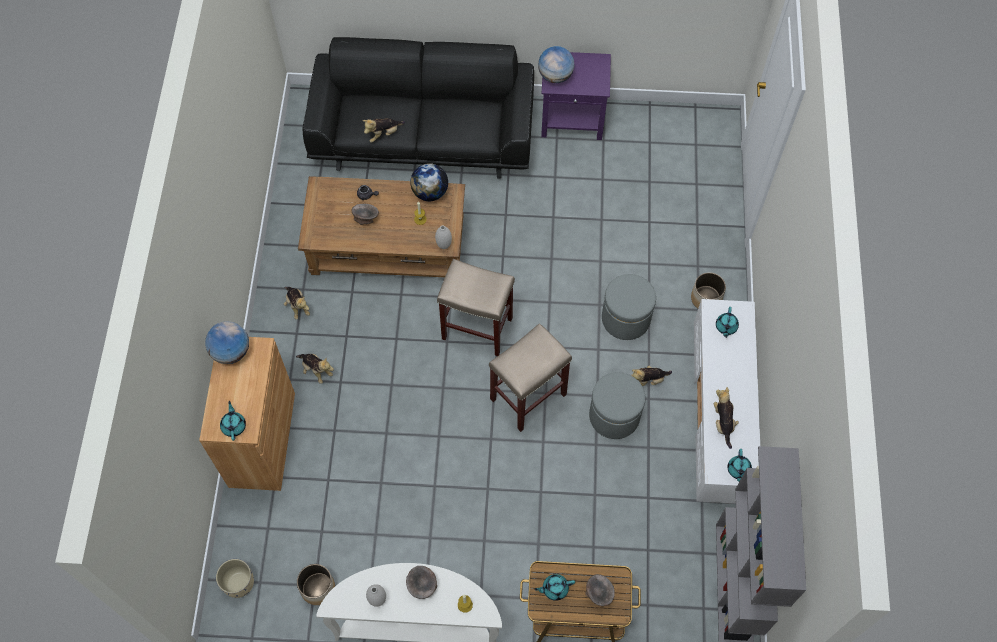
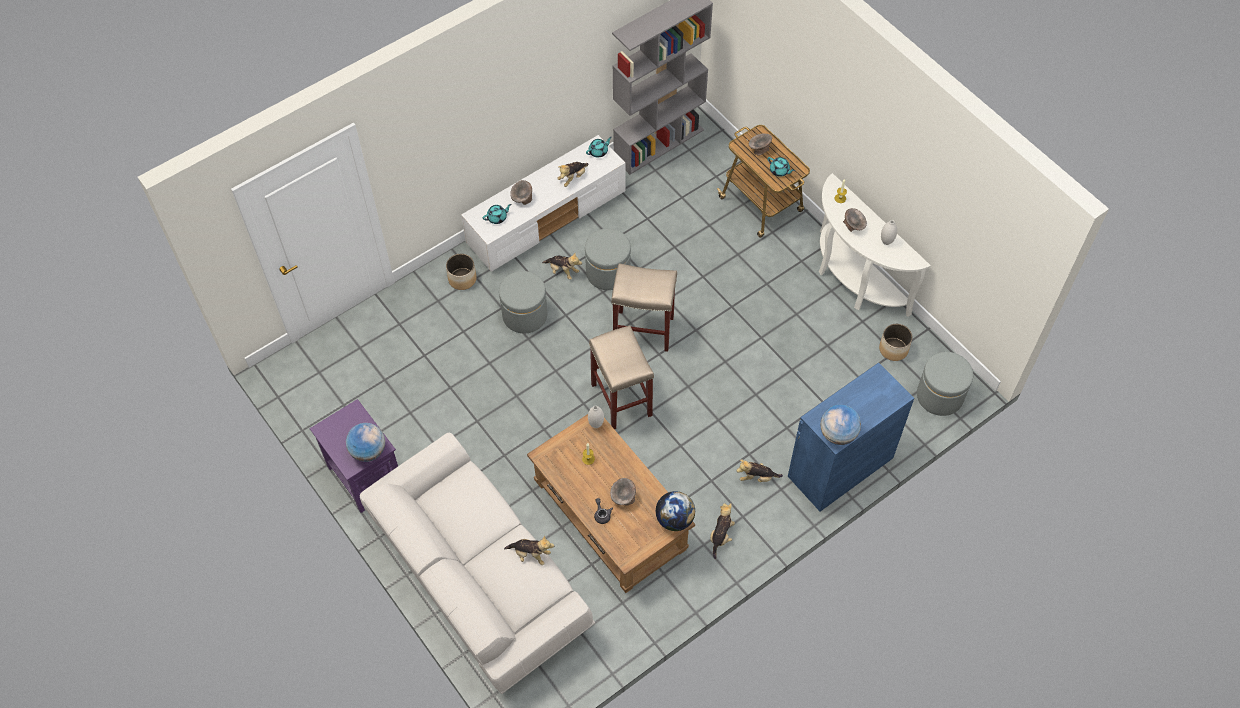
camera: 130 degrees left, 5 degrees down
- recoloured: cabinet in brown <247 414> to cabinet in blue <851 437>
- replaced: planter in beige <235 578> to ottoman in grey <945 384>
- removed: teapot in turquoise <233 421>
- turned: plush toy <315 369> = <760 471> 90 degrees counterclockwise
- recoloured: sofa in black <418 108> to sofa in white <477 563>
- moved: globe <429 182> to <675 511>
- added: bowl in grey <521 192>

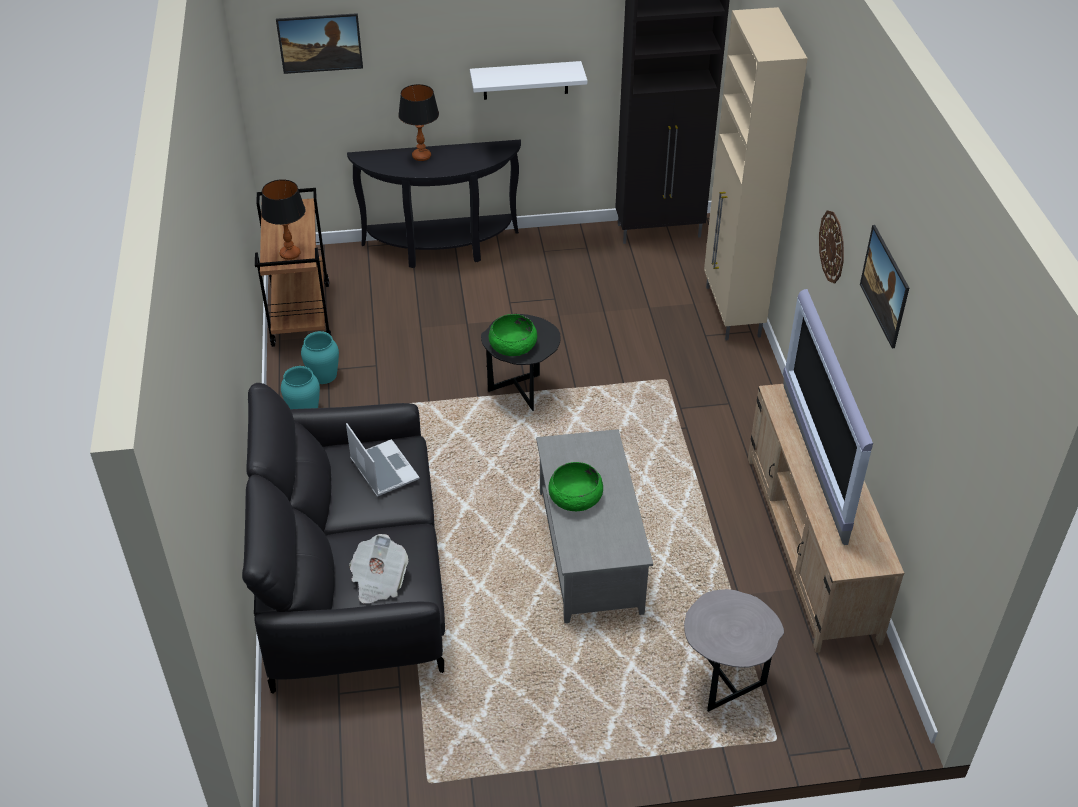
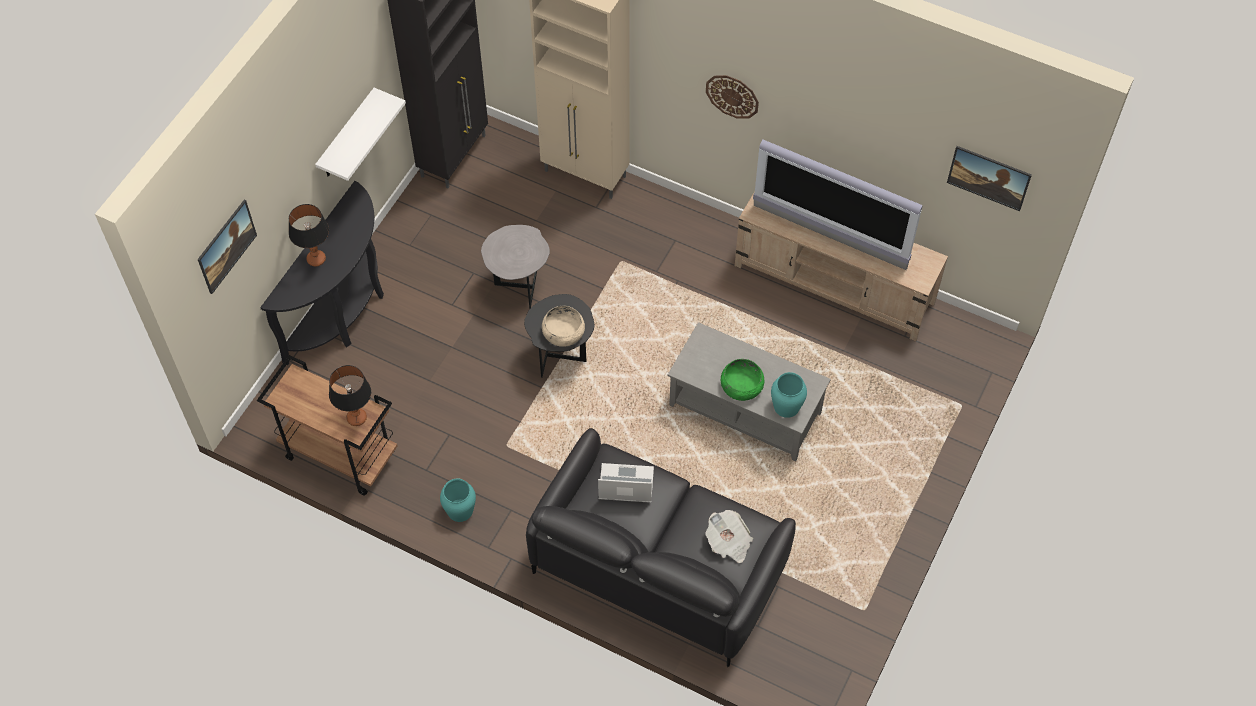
camera: 55 degrees left, 15 degrees up
- moved: vase in turquoise <320 357> to <789 395>
- recoloured: bowl in green <513 335> to bowl in beige <563 326>
- moved: side table in grey <734 650> to <515 267>
- moved: picture <884 286> to <989 178>

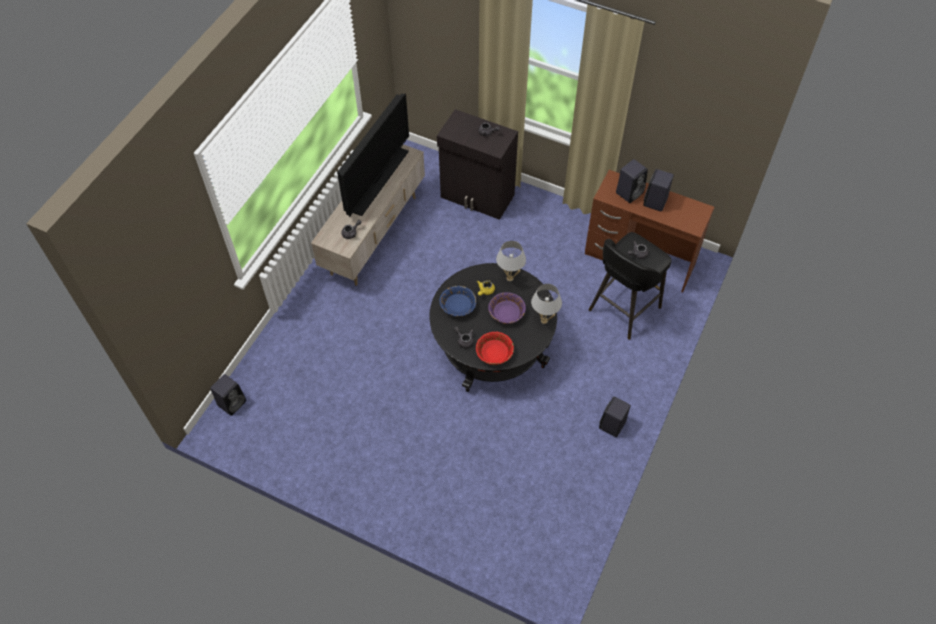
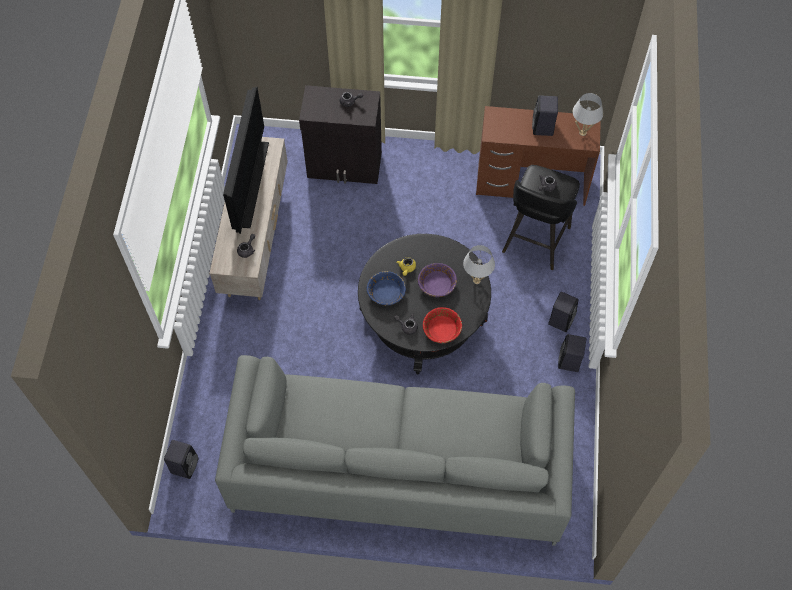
camera: 20 degrees left, 5 degrees up
- moved: table lamp in white <511 261> to <588 114>
- moved: speaker in black <632 181> to <563 312>
- added: sofa in grey <395 450>

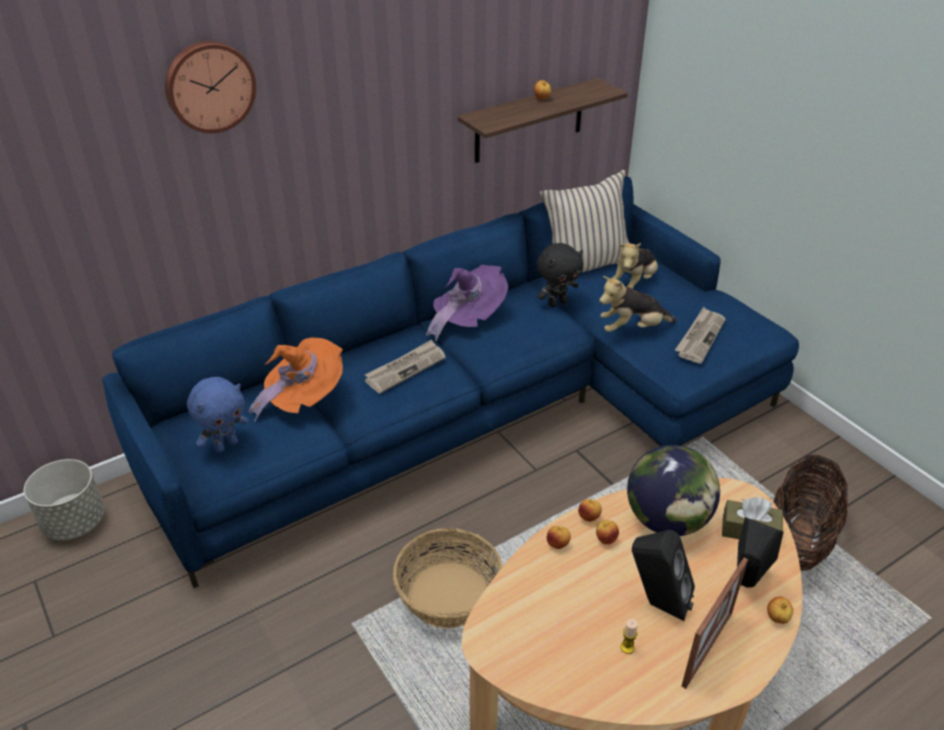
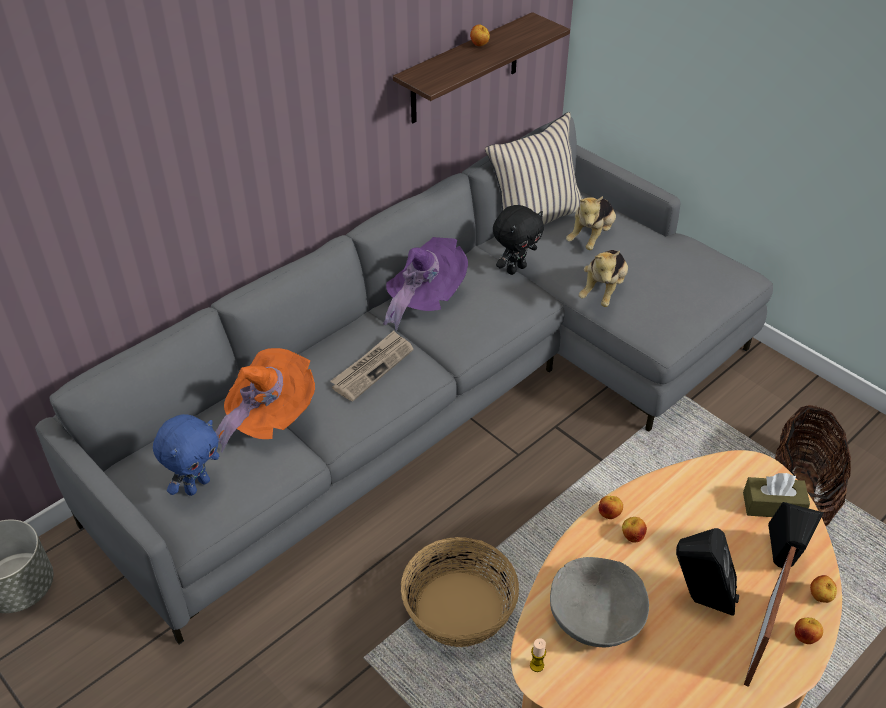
camera: 10 degrees left, 5 degrees up
- recoloured: sofa in blue <450 382> to sofa in grey <404 380>
- removed: wall clock <210 87>
- moved: apple <559 537> to <809 630>
- turned: plush toy <638 304> = <603 278> 45 degrees counterclockwise
- moved: candle <629 636> to <538 655>
- removed: globe <673 490>
- removed: newspaper <700 335>
- added: bowl in grey <599 602>

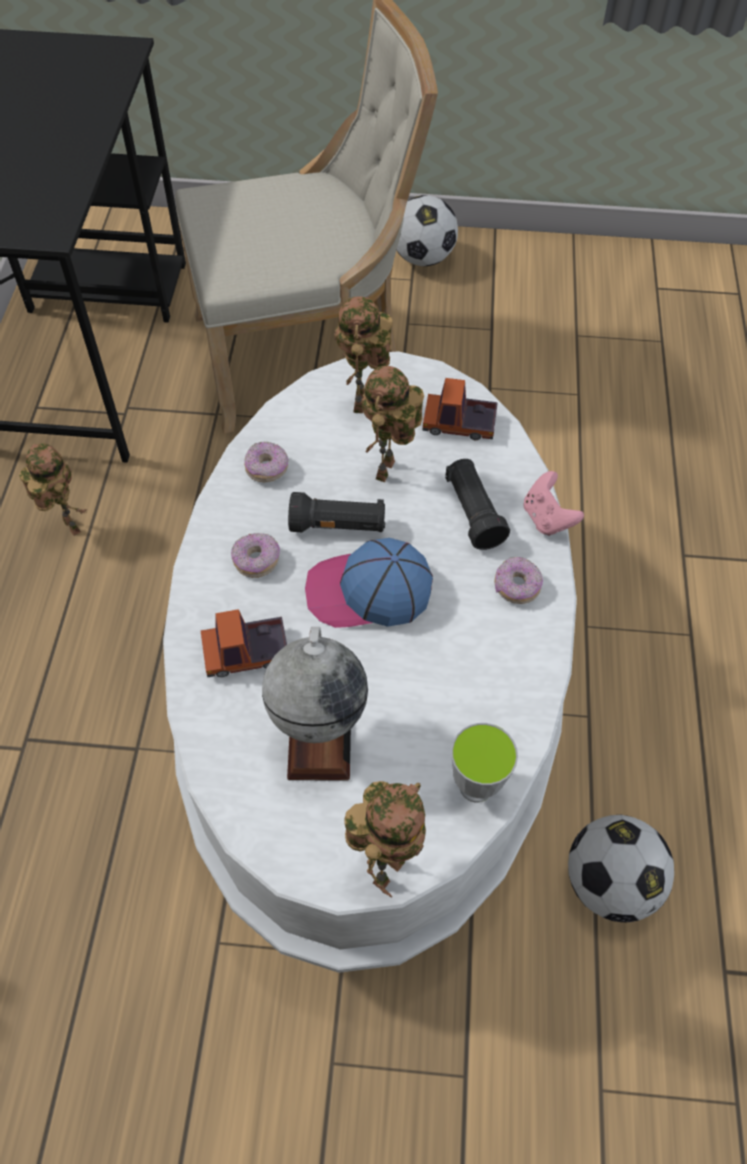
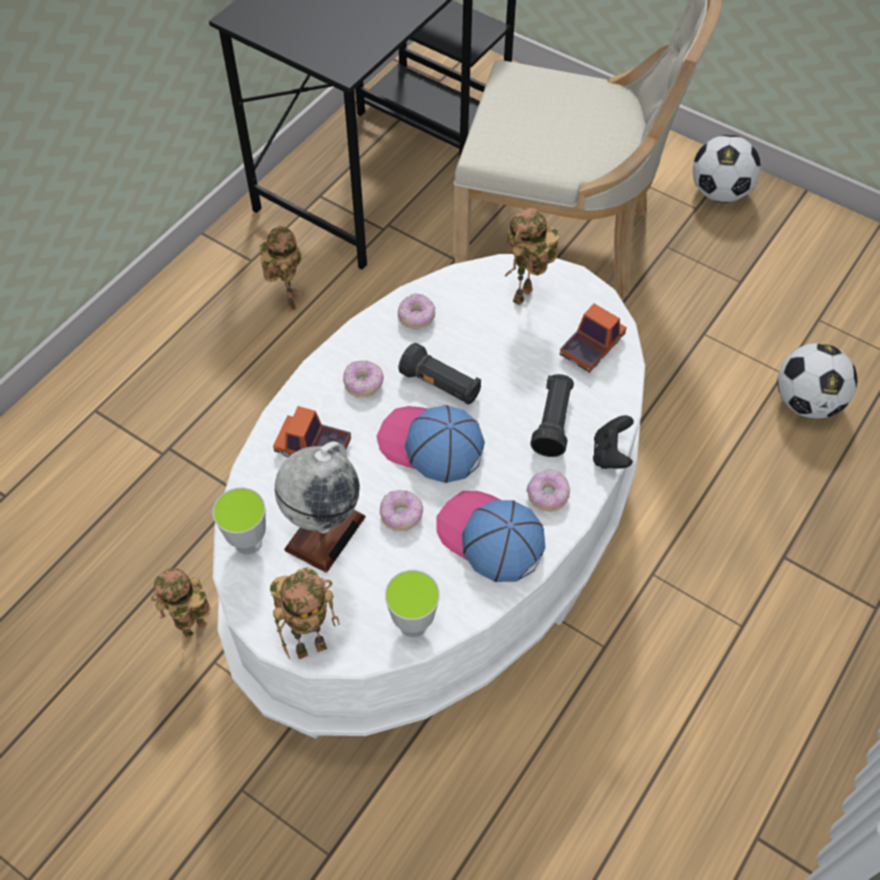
camera: 30 degrees right, 0 degrees up
- moved: toy robot <392 424> to <181 603>
- turned: toy truck <460 409> = <593 338> 90 degrees clockwise
- recoloured: game controller in pink <553 503> to game controller in black <613 442>
- moved: football <621 868> to <817 381>
- added: cup <239 521>
- added: donut <401 510>
- added: cap <490 536>

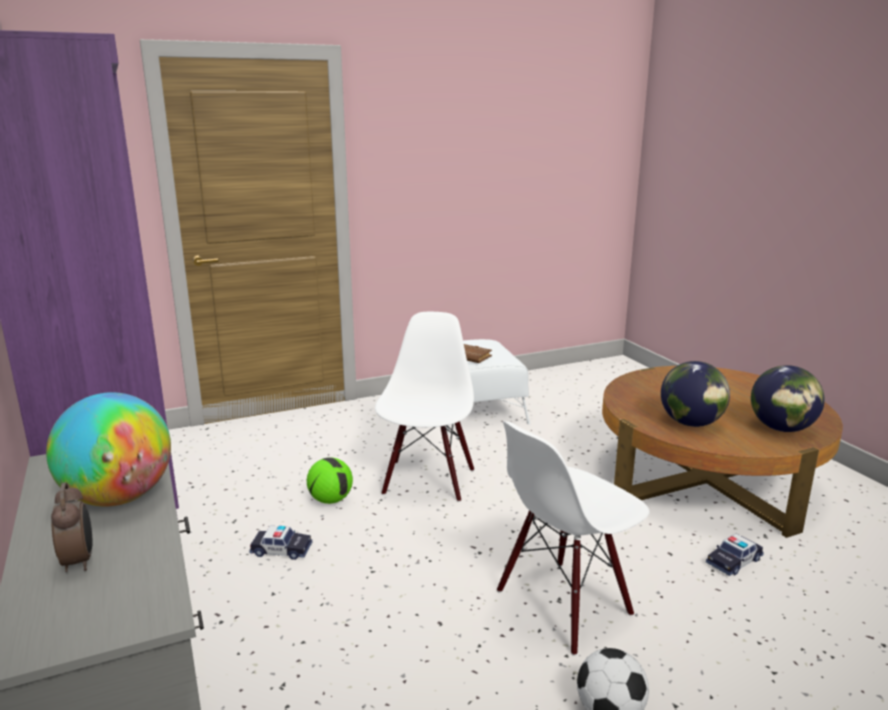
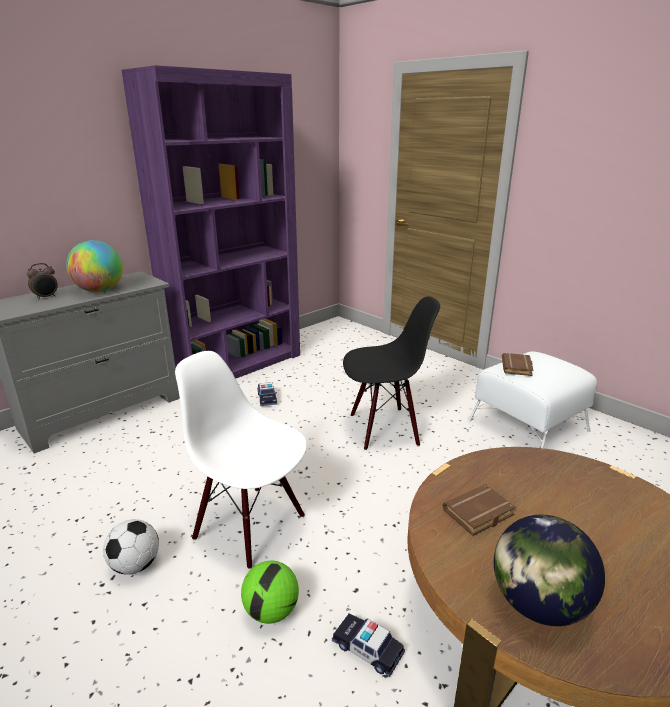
camera: 70 degrees right, 5 degrees up
- moved: football <330 480> to <270 592>
- recoloured: chair in white <424 407> to chair in black <391 373>
- replaced: globe <695 394> to book in brown <479 510>

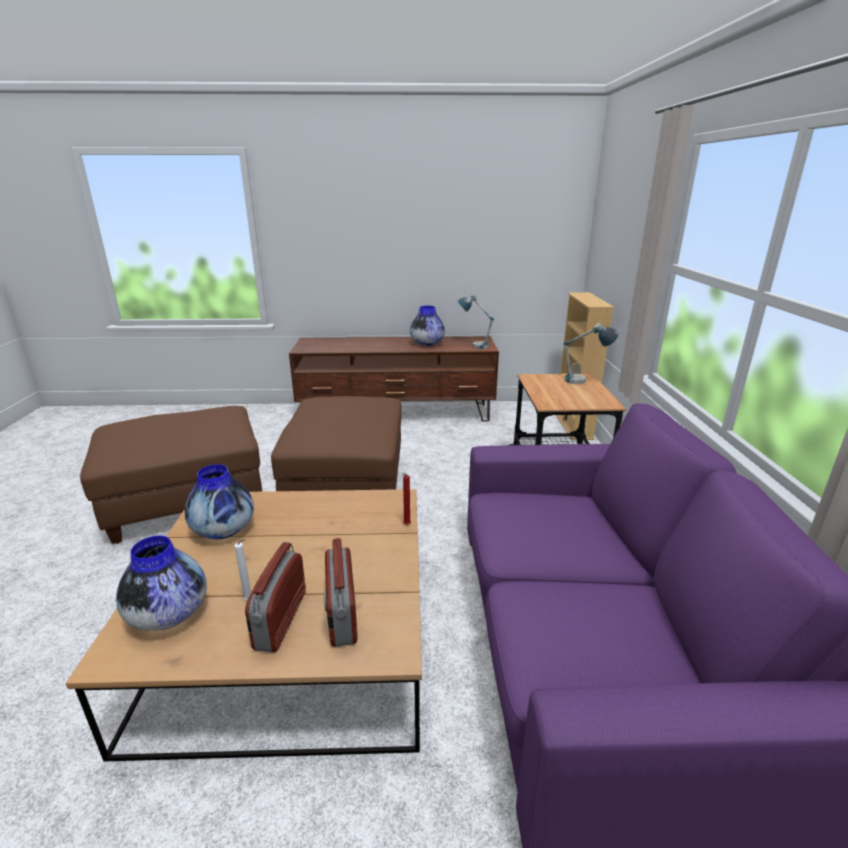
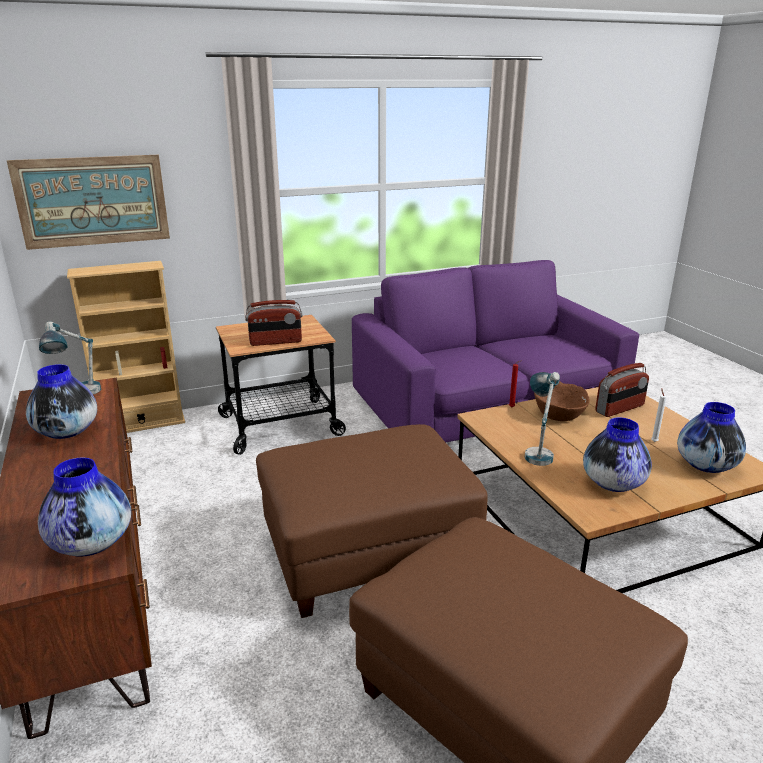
camera: 110 degrees left, 0 degrees up
- moved: radio <275 597> to <273 323>
- moved: table lamp <591 353> to <542 419>
- added: picture <88 202>
- added: vase <84 507>
- added: bowl in brown <562 401>

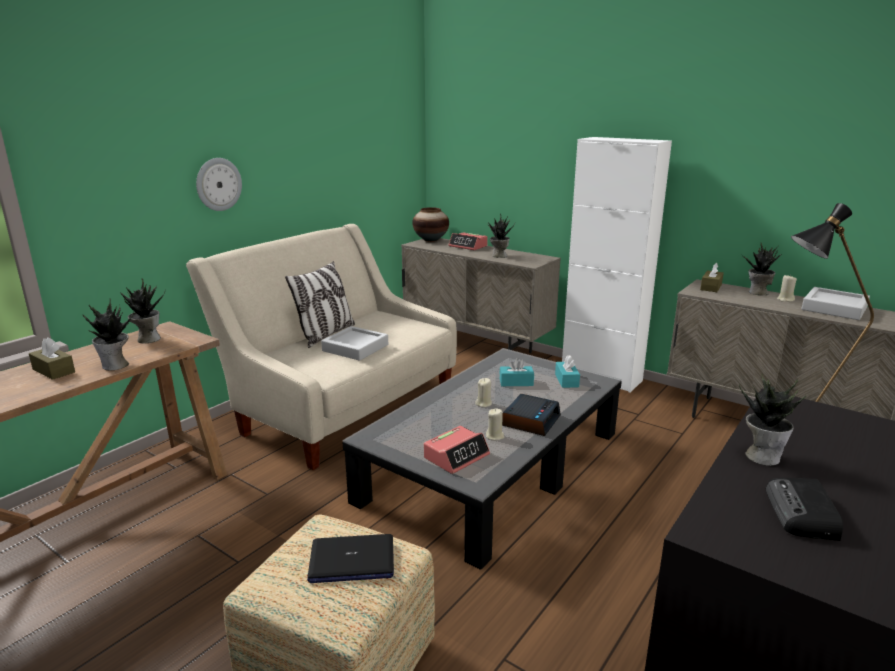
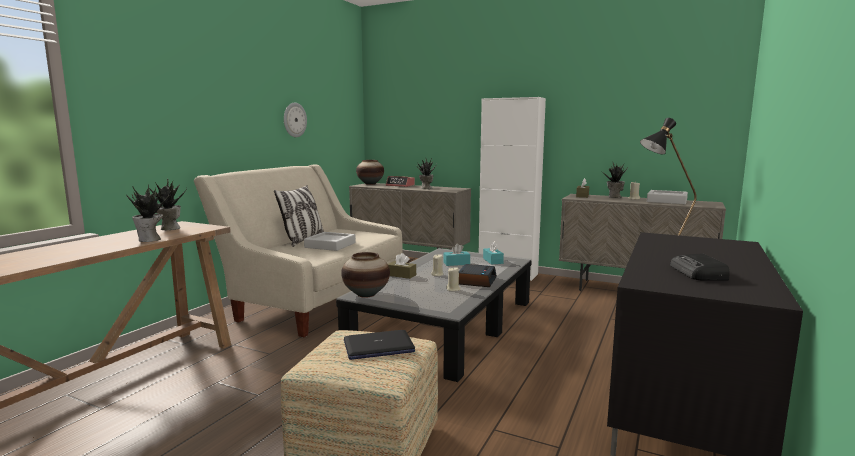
camera: 10 degrees left, 10 degrees down
- moved: tissue box in brown <52 358> to <402 266>
- moved: wall clock <219 184> to <295 120>
- removed: alarm clock <457 450>
- removed: potted plant <772 420>
- added: vase <365 275>

